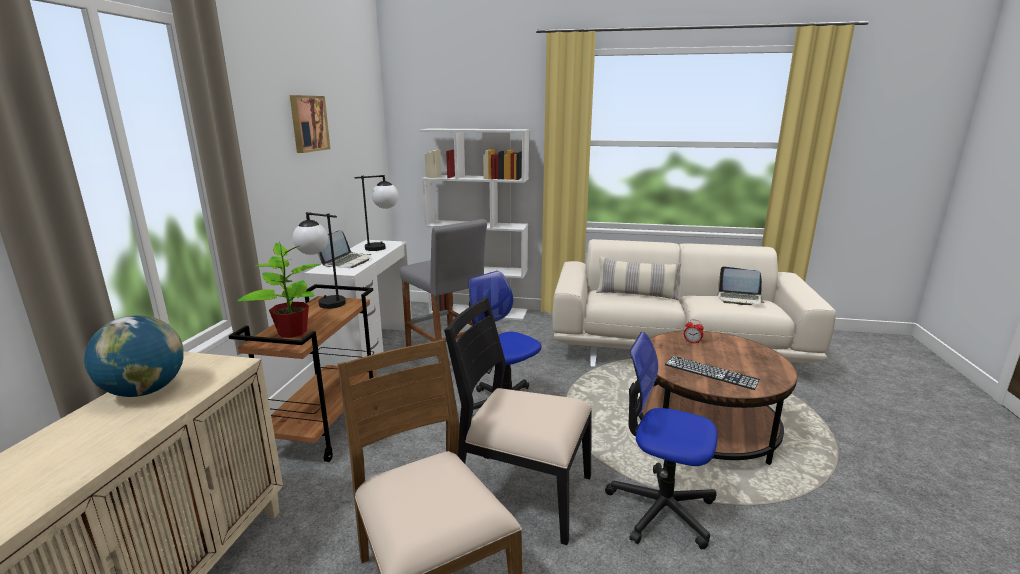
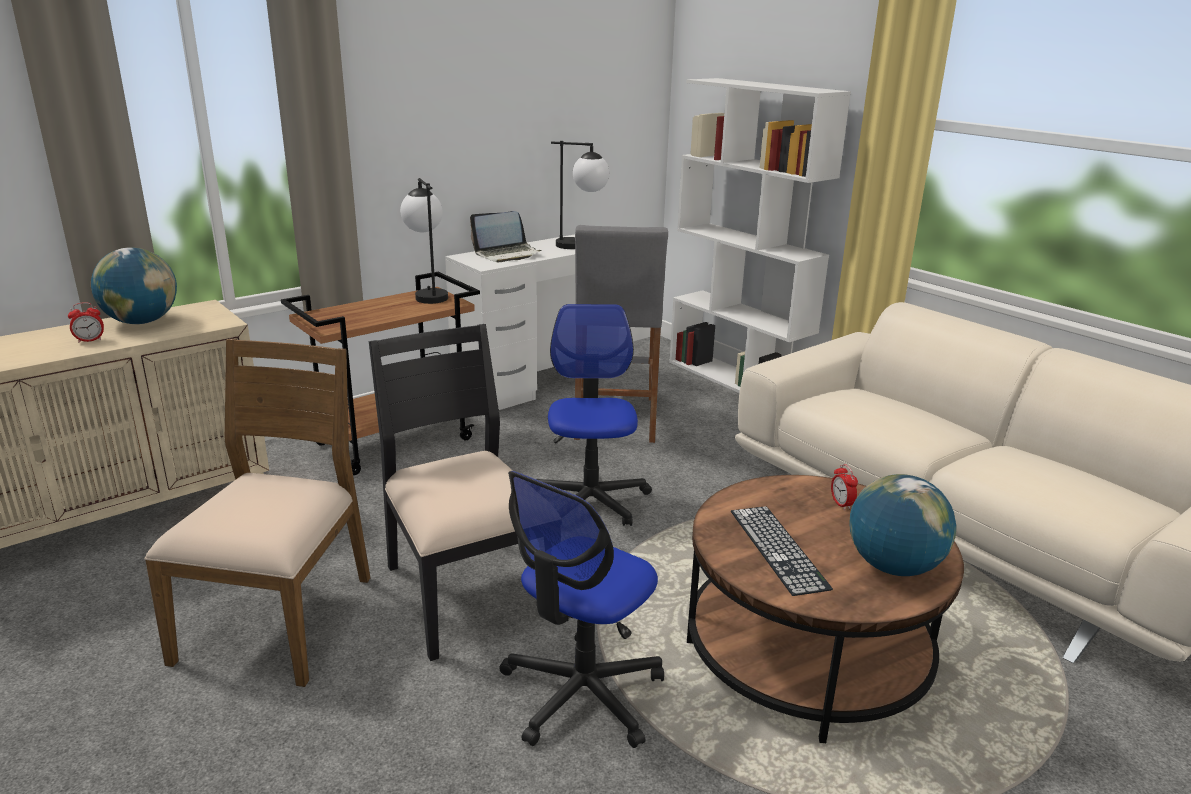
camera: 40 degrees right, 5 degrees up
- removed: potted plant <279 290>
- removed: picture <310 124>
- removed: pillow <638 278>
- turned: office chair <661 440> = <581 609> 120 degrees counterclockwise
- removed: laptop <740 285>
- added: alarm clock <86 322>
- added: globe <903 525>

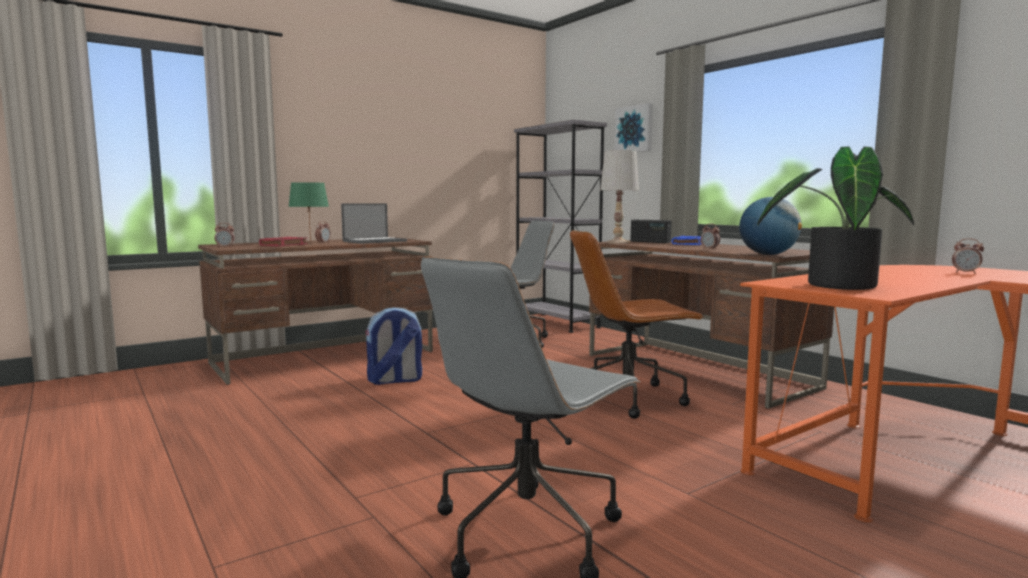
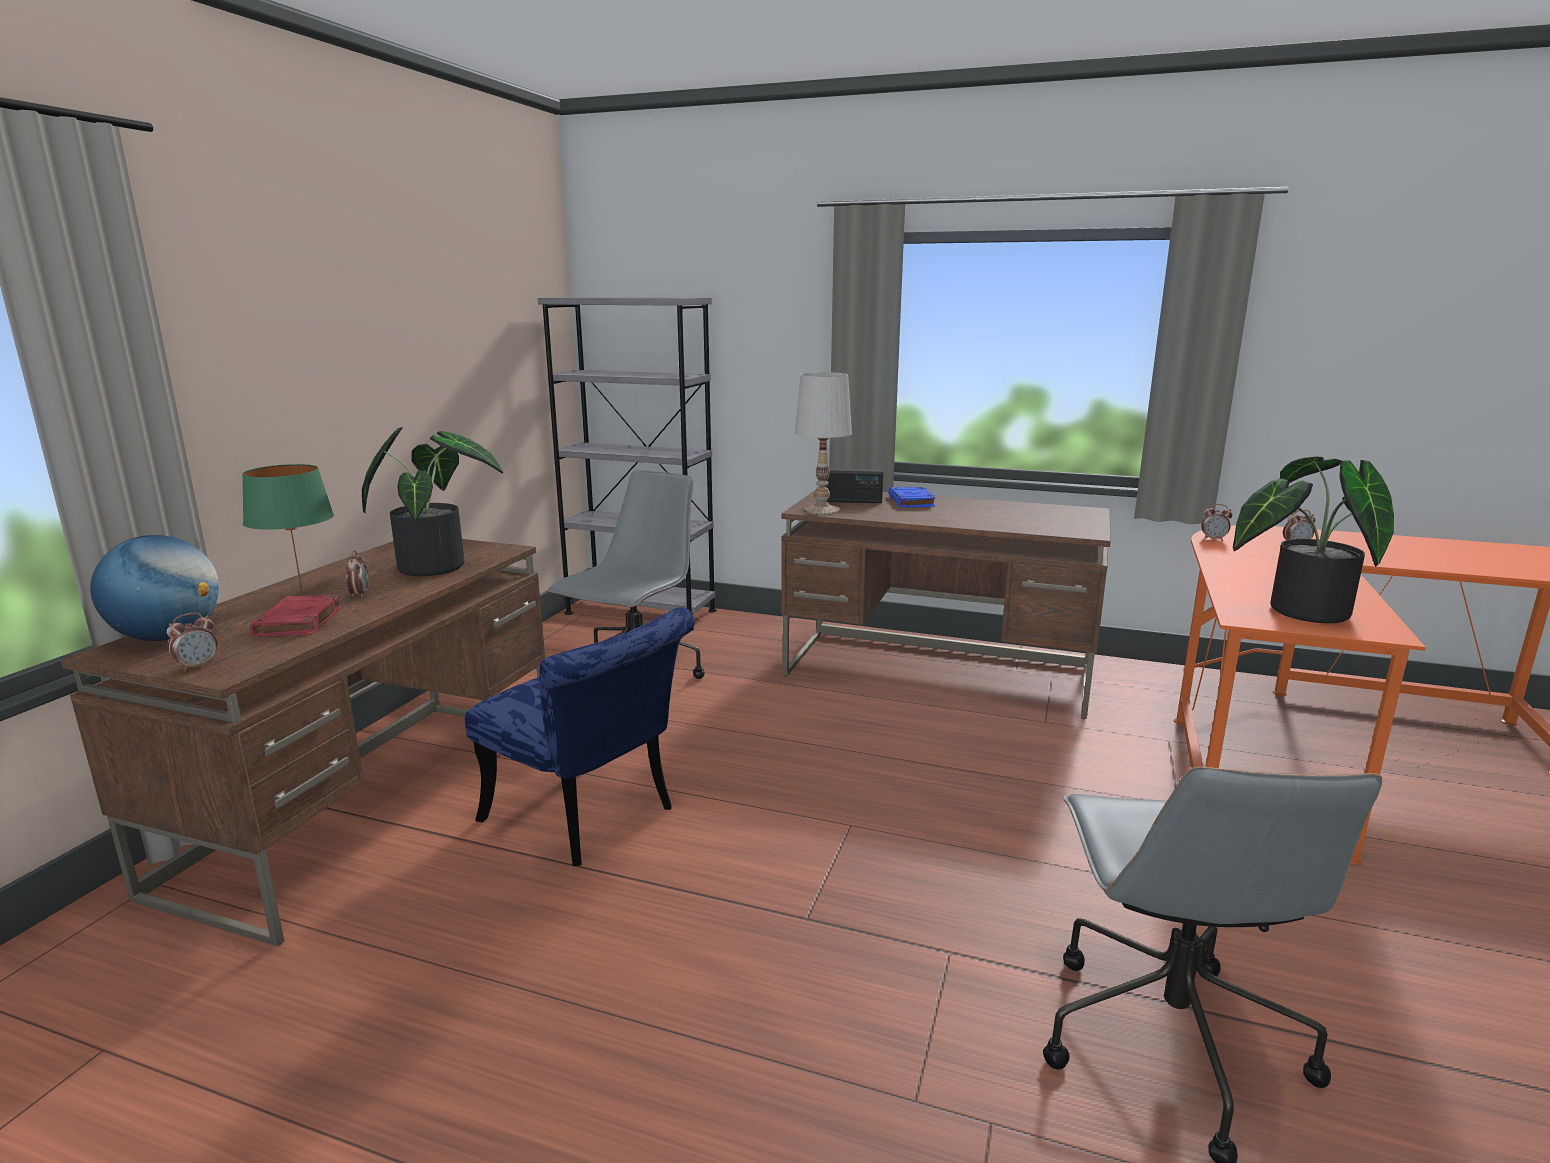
camera: 35 degrees left, 10 degrees up
- replaced: laptop <374 223> to potted plant <432 501>
- replaced: backpack <393 346> to chair in blue <580 736>
- removed: office chair in brown <637 324>
- removed: picture <634 127>
- moved: alarm clock <710 237> to <1217 522>
- moved: globe <770 226> to <154 588>

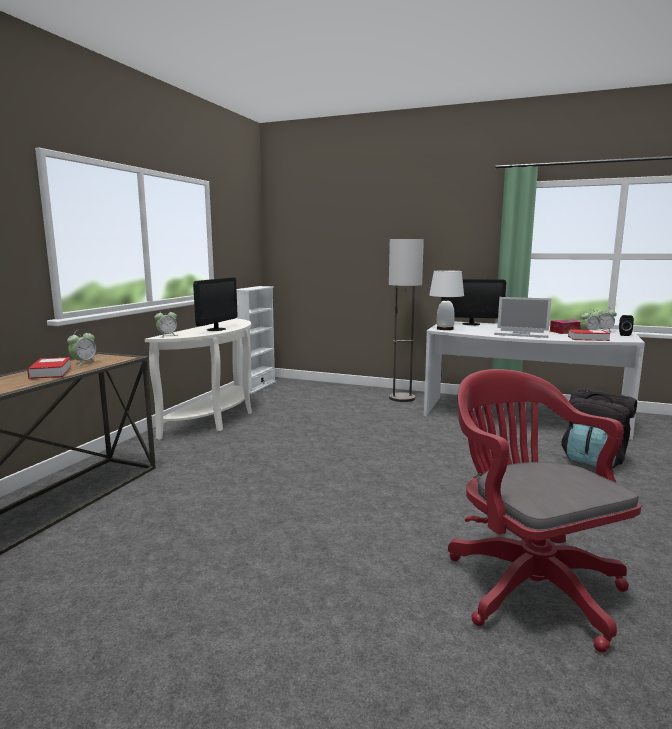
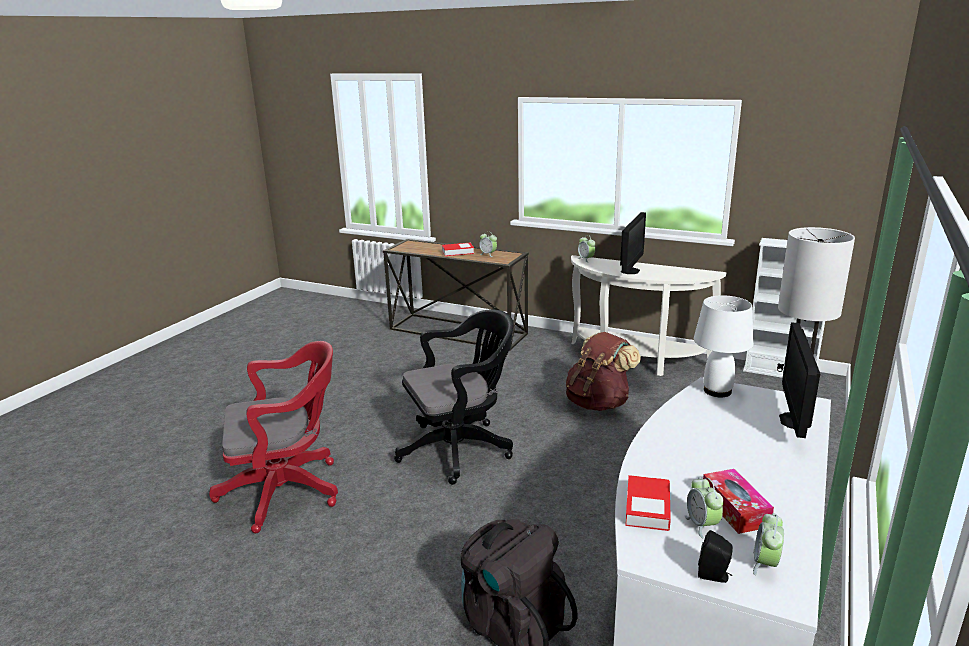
camera: 95 degrees right, 10 degrees up
- turned: monitor <215 304> = <633 243> 90 degrees counterclockwise
- removed: laptop <523 317>
- added: office chair in black <454 397>
- added: backpack in brown <603 371>

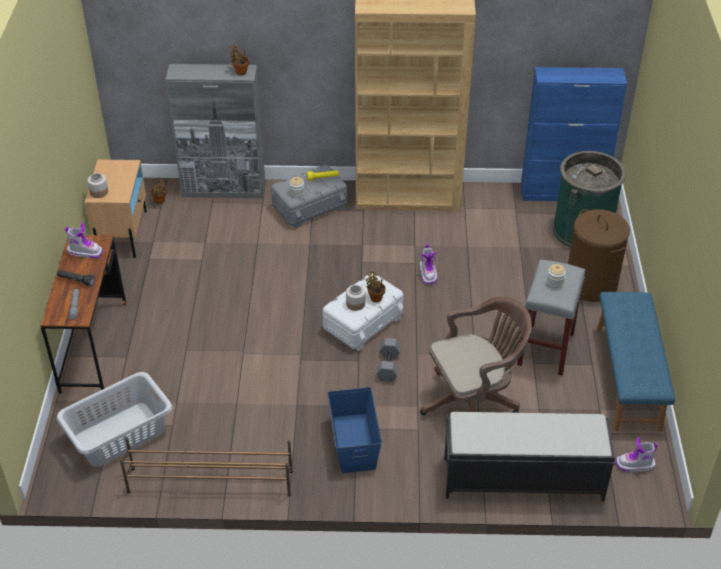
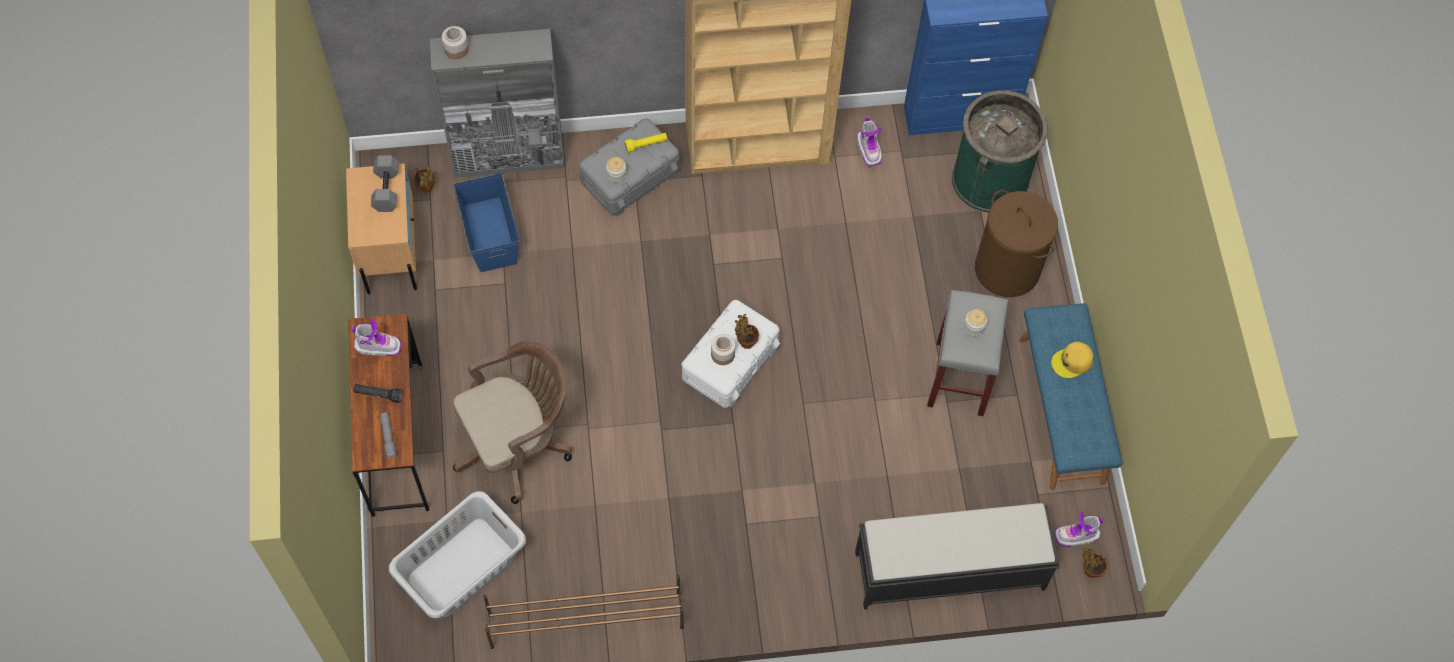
camera: 10 degrees left, 20 degrees up
- moved: jar <97 185> to <455 43>
- moved: potted plant <239 59> to <1094 561>
- moved: storage box in blue <354 430> to <486 222>
- moved: dumbbell in grey <388 360> to <385 183>
- moved: boot <429 264> to <869 142>
- moved: office chair in brown <476 355> to <512 422>
- added: cap in yellow <1072 360>

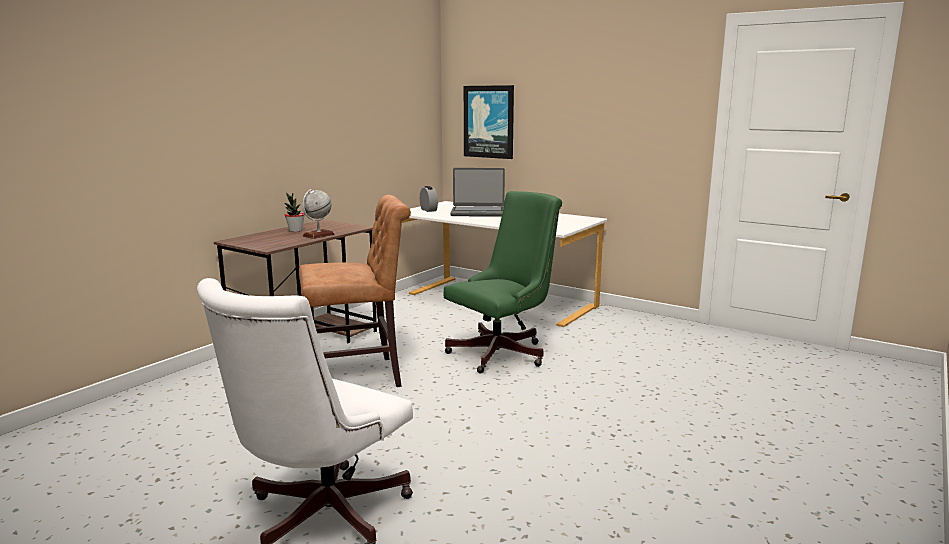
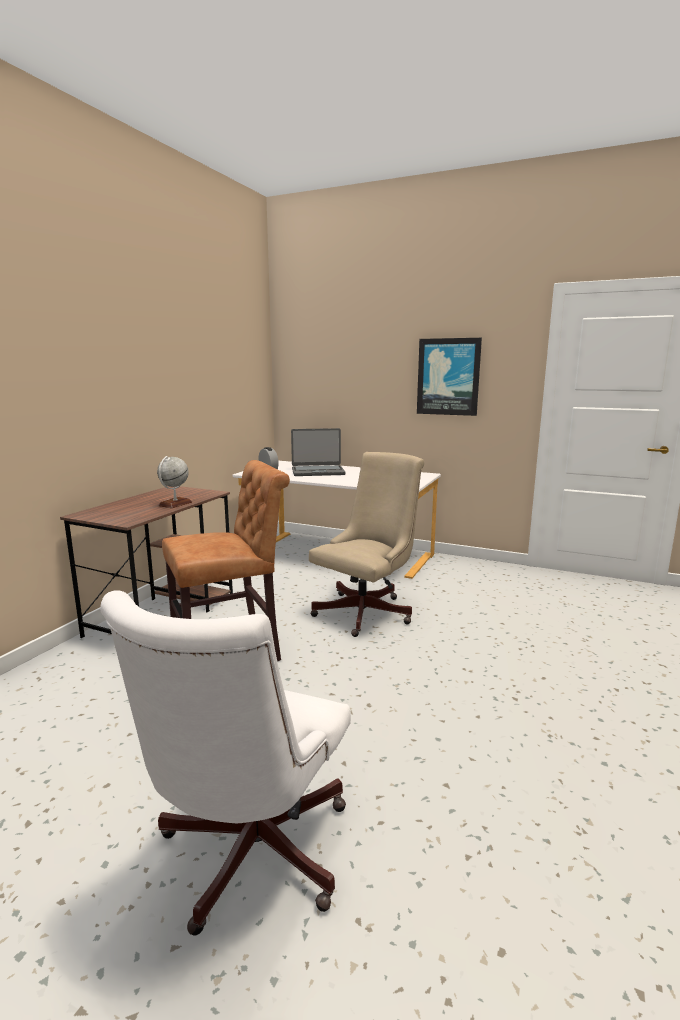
camera: 10 degrees left, 0 degrees up
- removed: potted plant <295 212>
- recoloured: office chair in green <503 282> to office chair in beige <366 544>
- moved: picture <489 122> to <449 377>

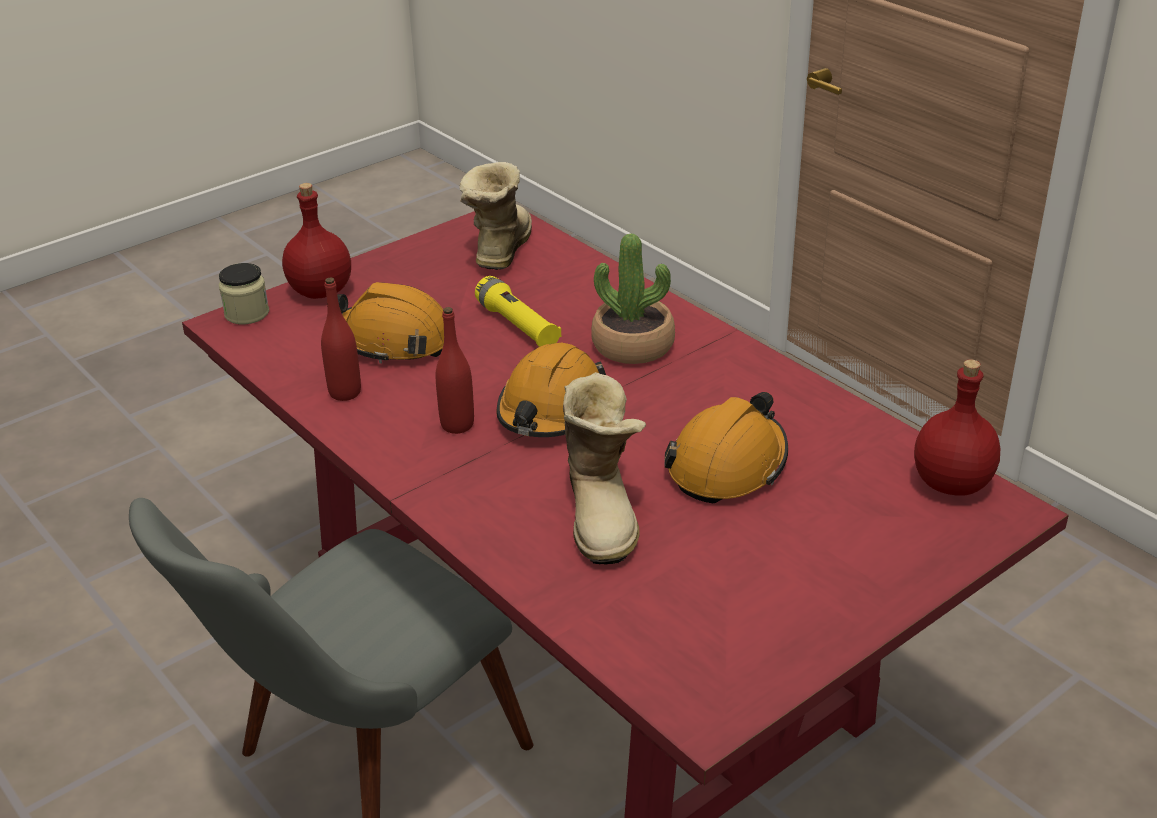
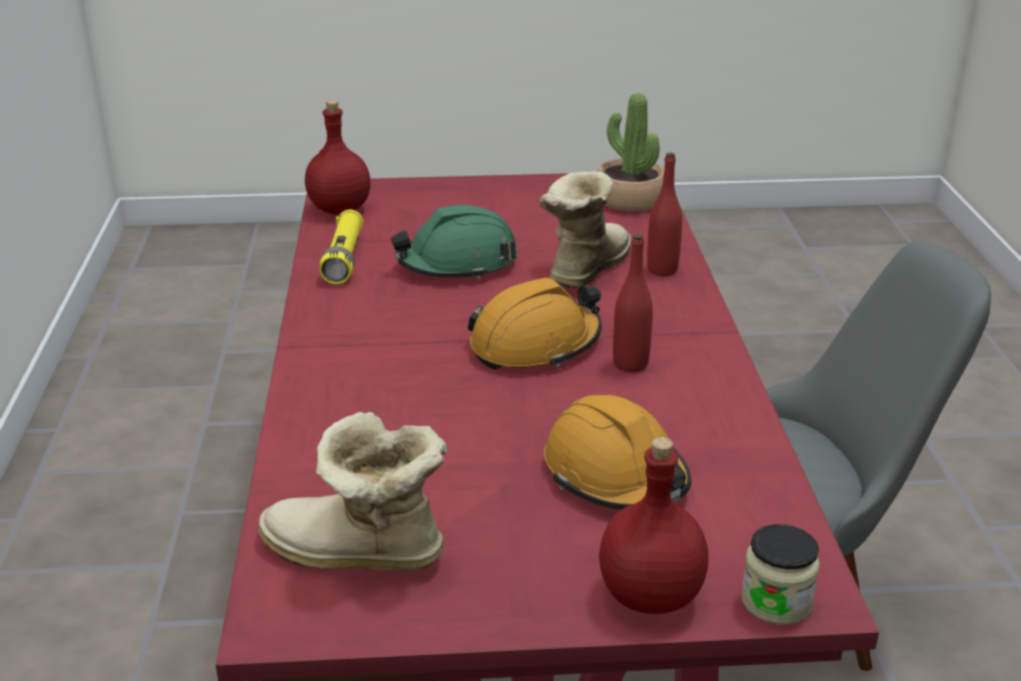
camera: 145 degrees left, 5 degrees down
- moved: bottle in red <341 339> to <664 214>
- turned: boot <495 216> = <352 491> 60 degrees clockwise
- moved: flashlight in yellow <518 311> to <341 247>
- moved: potted plant <633 298> to <630 152>
- recoloured: hard hat in orange <726 447> to hard hat in green <454 242>

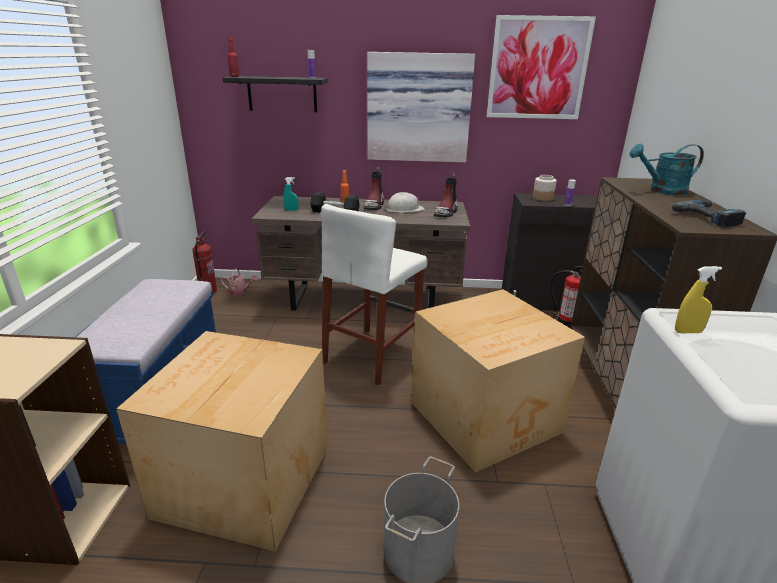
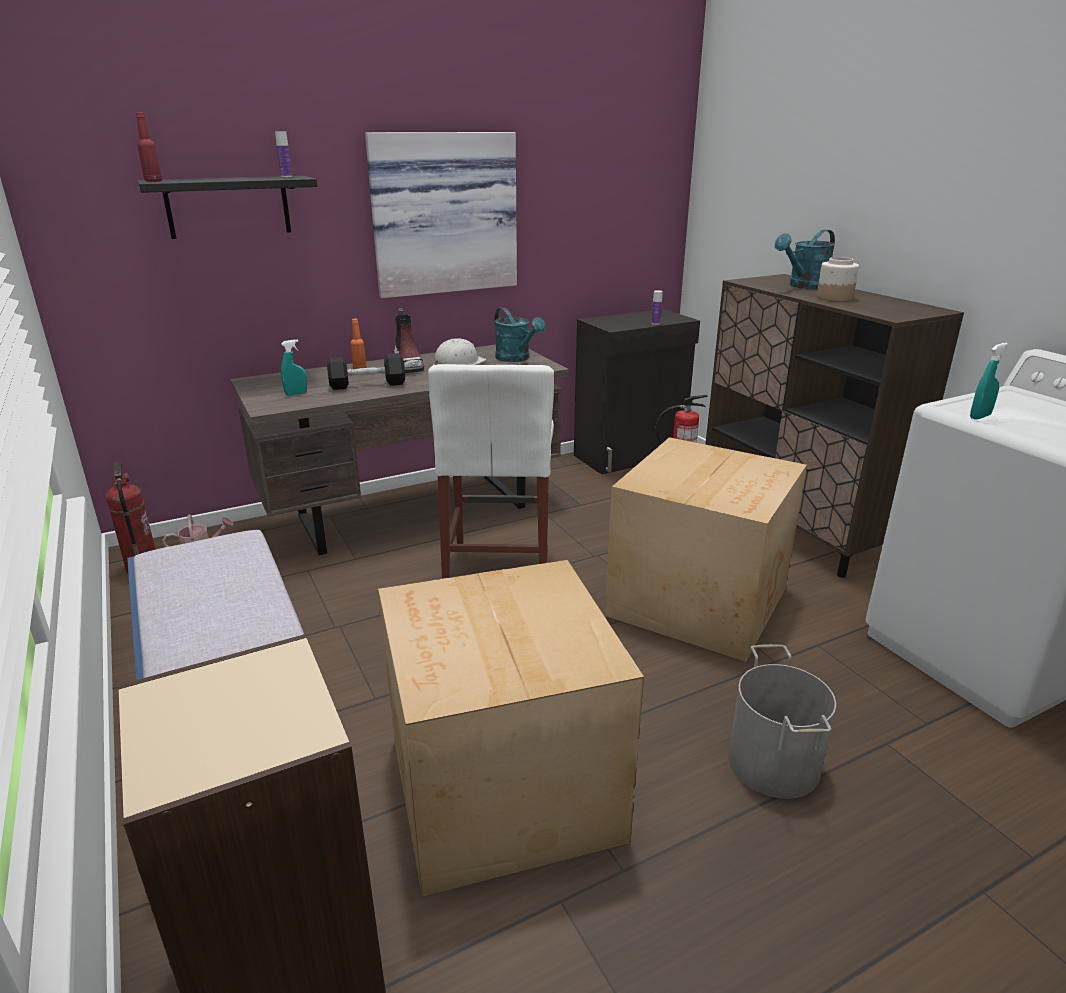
camera: 30 degrees left, 0 degrees up
- replaced: boot <446 196> to watering can in turquoise <520 334>
- removed: picture <541 67>
- moved: jar <545 188> to <838 279>
- removed: power drill <709 213>
- recoloured: spray bottle in yellow <698 299> to spray bottle in turquoise <989 381>

